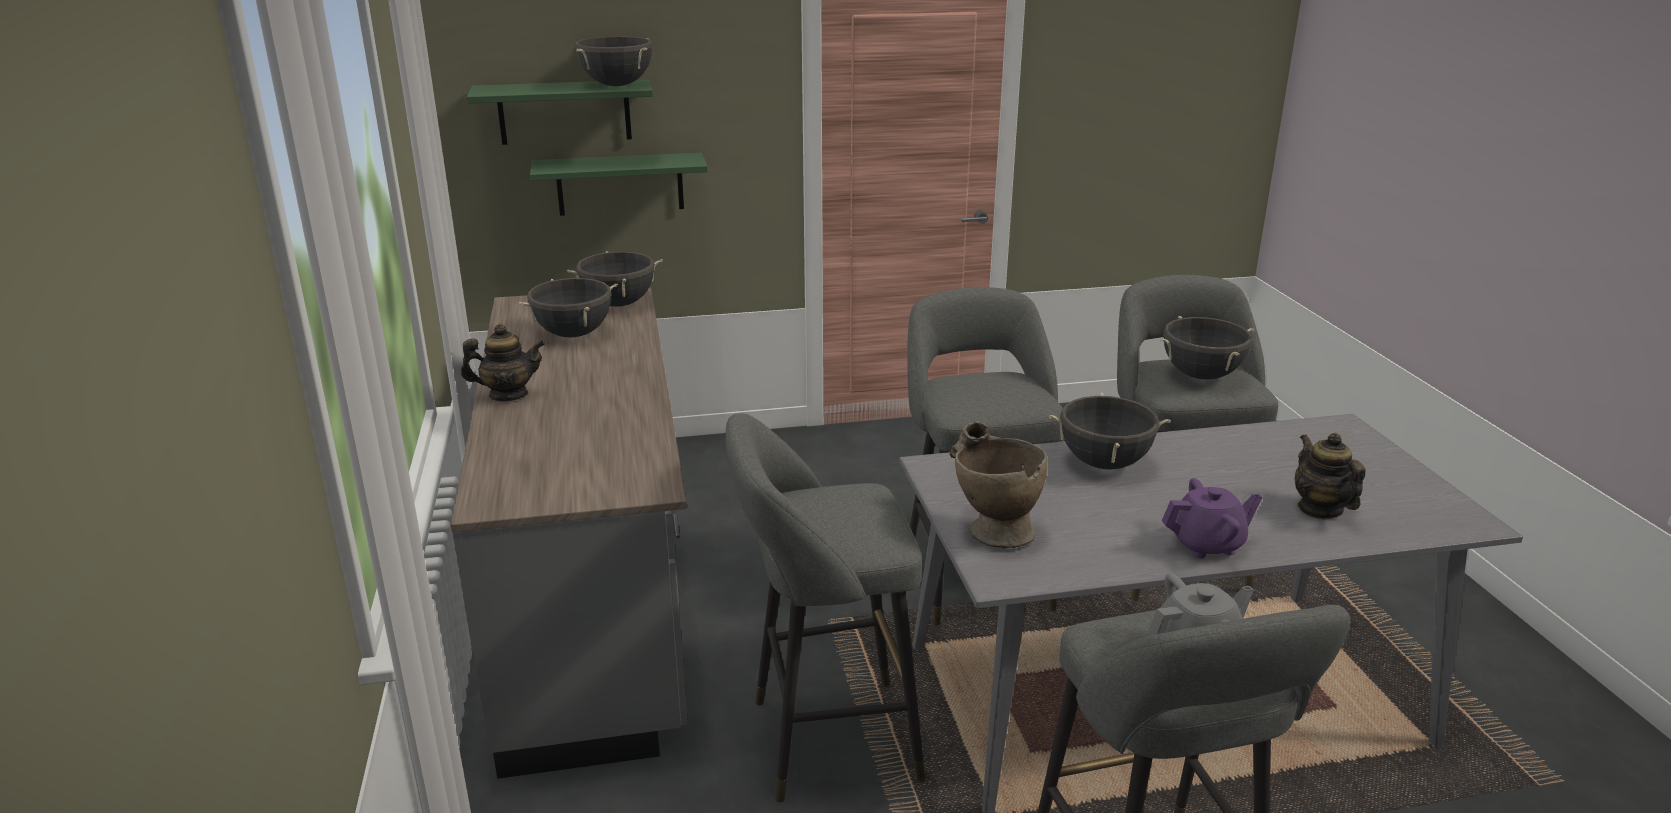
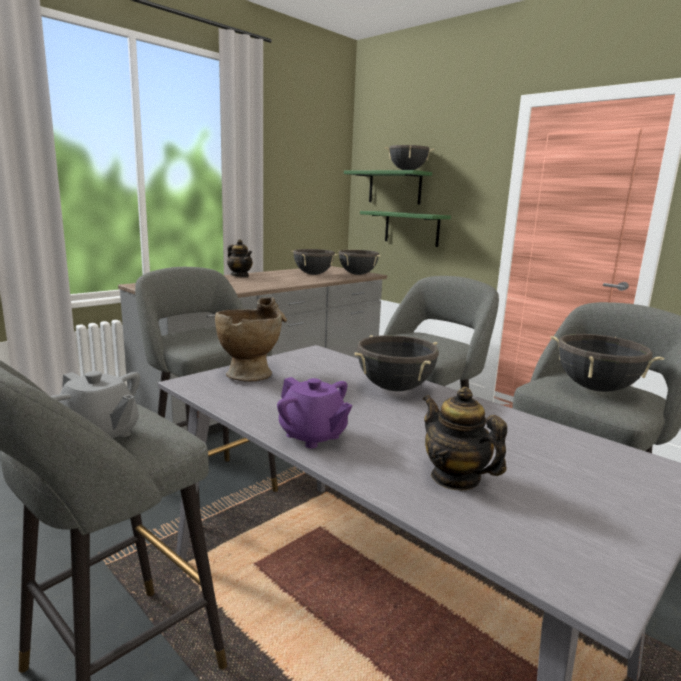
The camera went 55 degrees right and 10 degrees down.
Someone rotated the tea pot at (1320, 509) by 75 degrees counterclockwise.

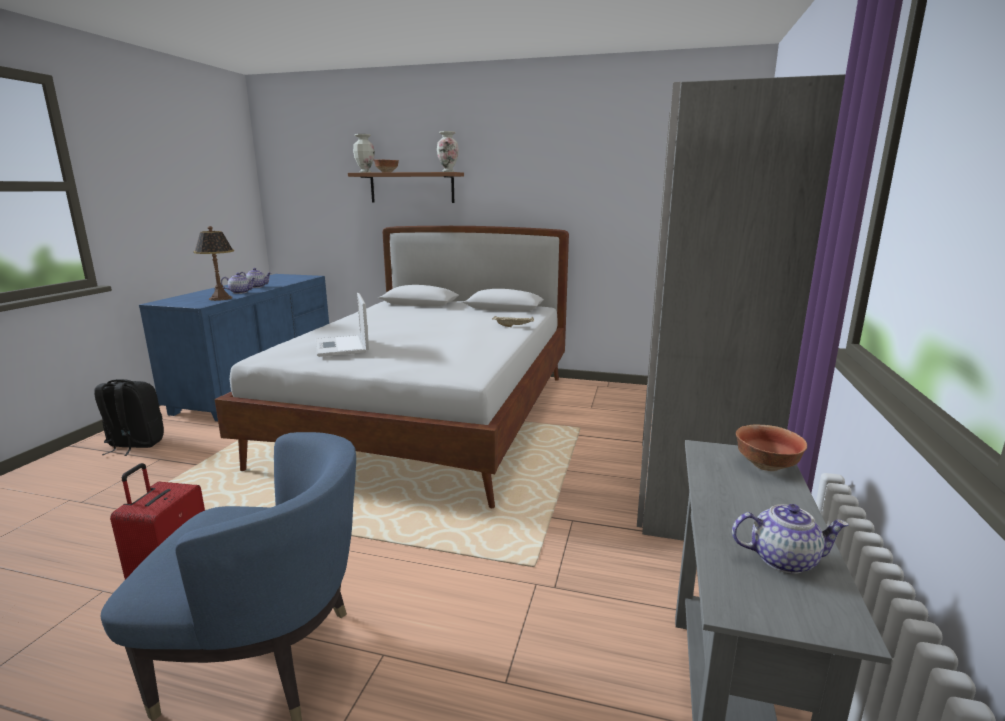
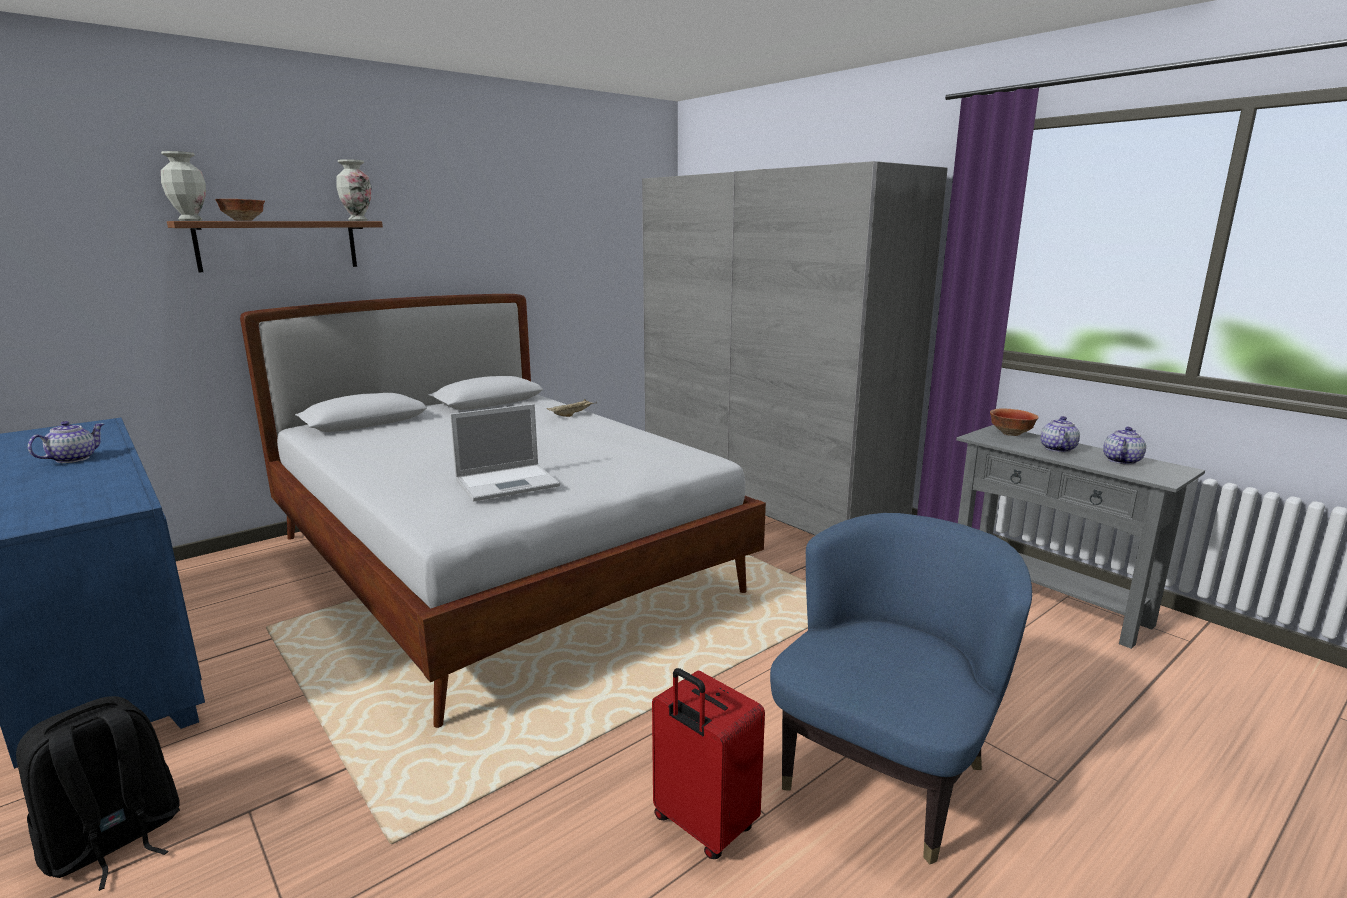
The camera went 55 degrees left and 0 degrees up.
Someone took away the lamp for a table at (221, 298).
Someone carried the tea pot from (240, 292) to (1057, 449).
Someone rotated the portable computer at (342, 346) by 45 degrees counterclockwise.

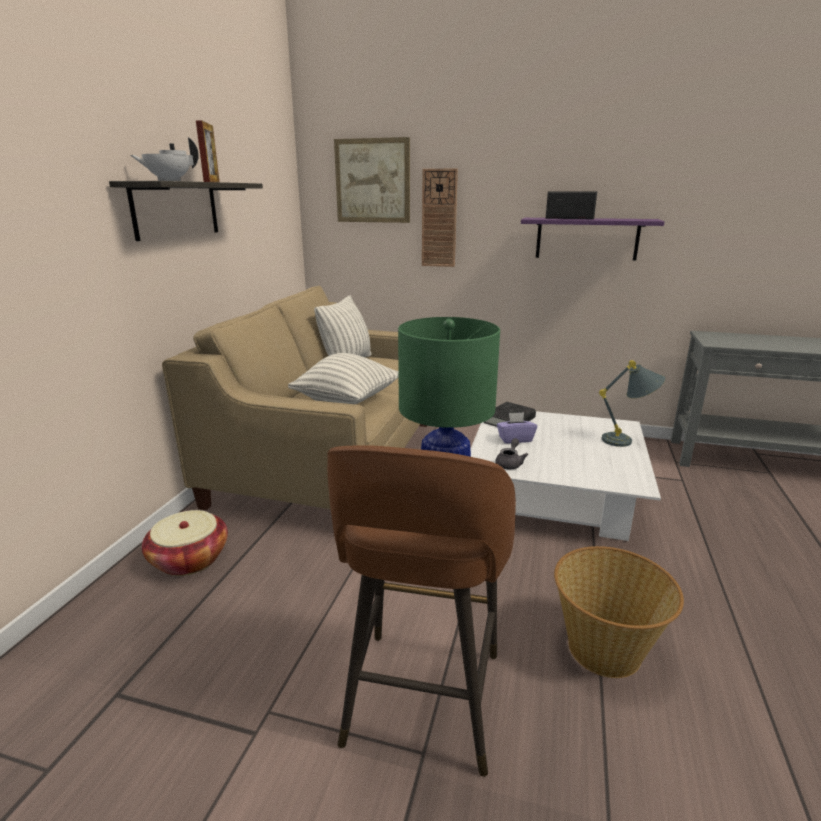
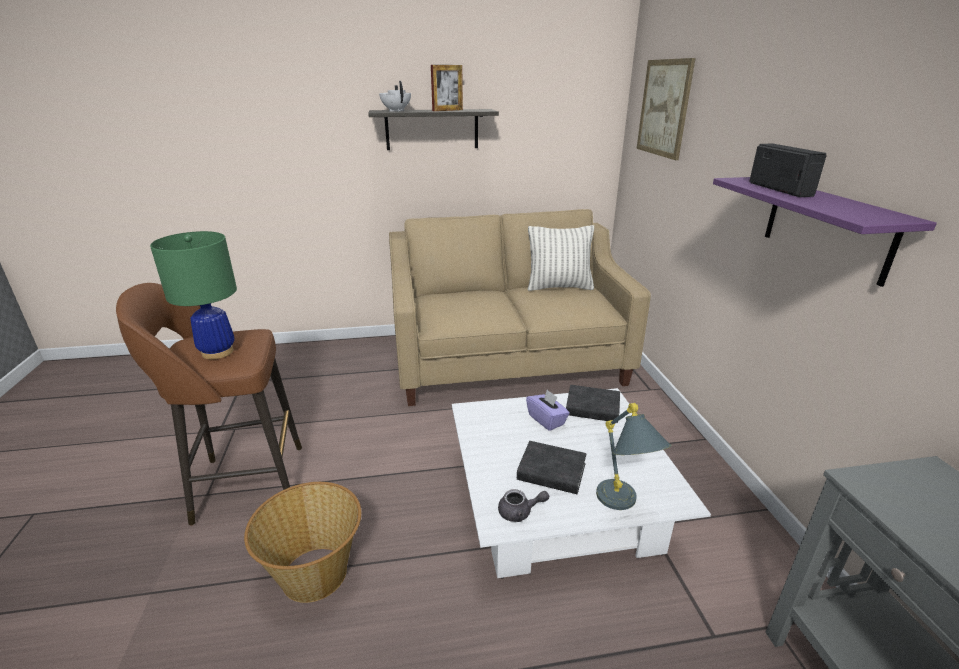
The camera went 65 degrees right and 5 degrees up.
Someone took away the wall clock at (439, 218).
Someone took away the cushion at (347, 401).
Someone carried the gray tea pot from (510, 463) to (520, 512).
Someone took away the storage basket at (189, 559).
Someone put down the blackish bound book at (551, 472).

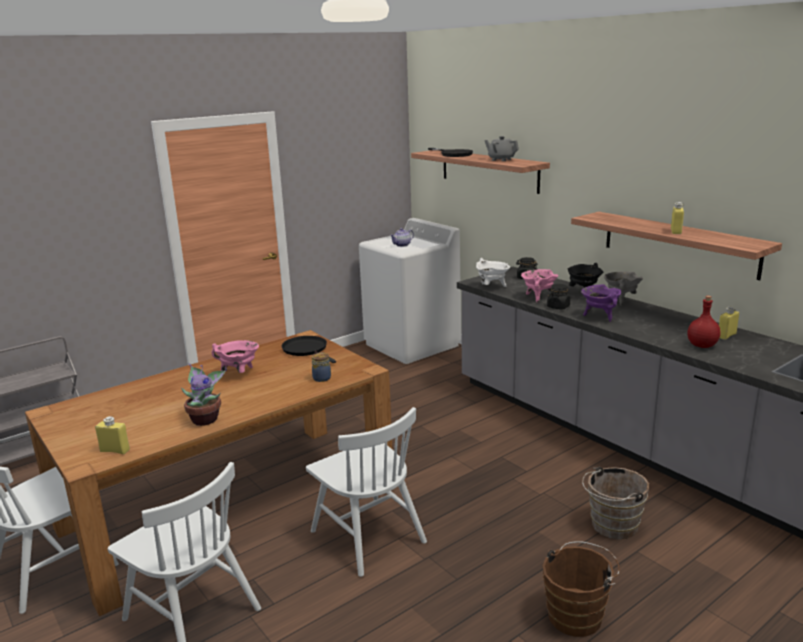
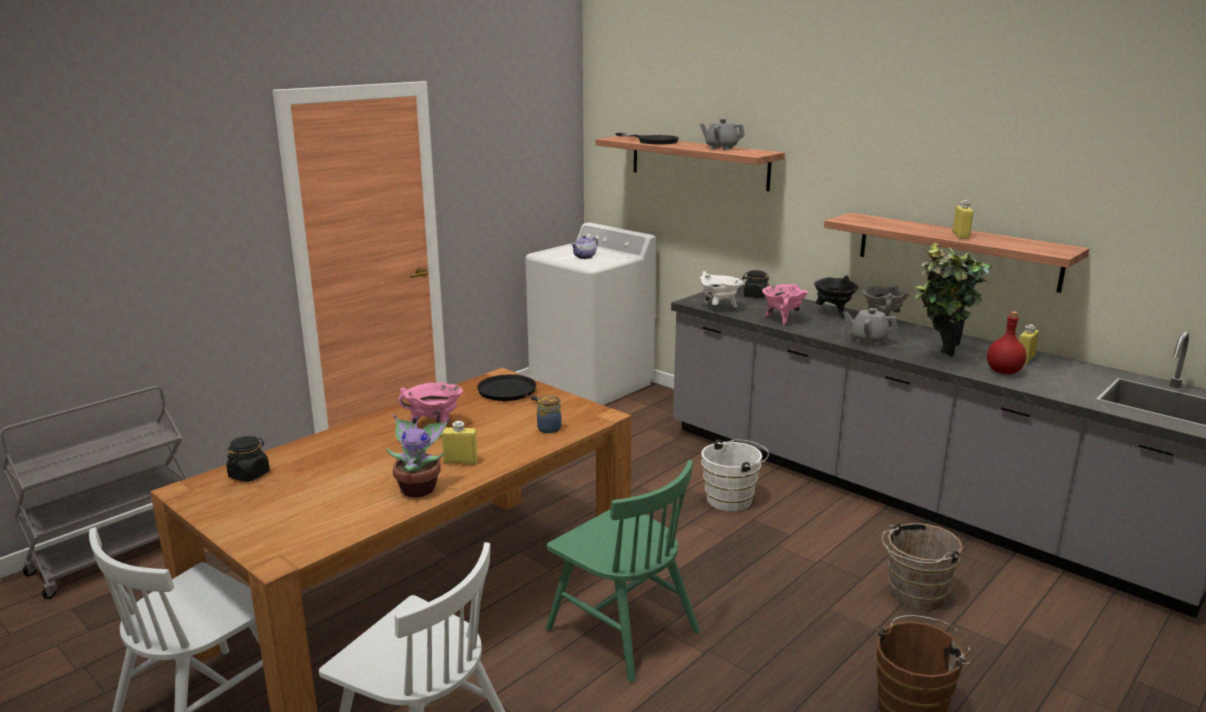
The camera went 10 degrees left and 0 degrees up.
Someone carried the blackish jar from (558, 307) to (249, 475).
Someone swapped the purple cooking pot at (600, 316) for the gray tea pot at (868, 340).
Someone repainted the whitish chair at (368, 536), which became the greenish chair at (622, 630).
Someone carried the yellow-coloured beverage bottle from (115, 450) to (460, 461).
Someone put down the potted plant at (939, 360).
Someone put down the whitish pail at (732, 499).

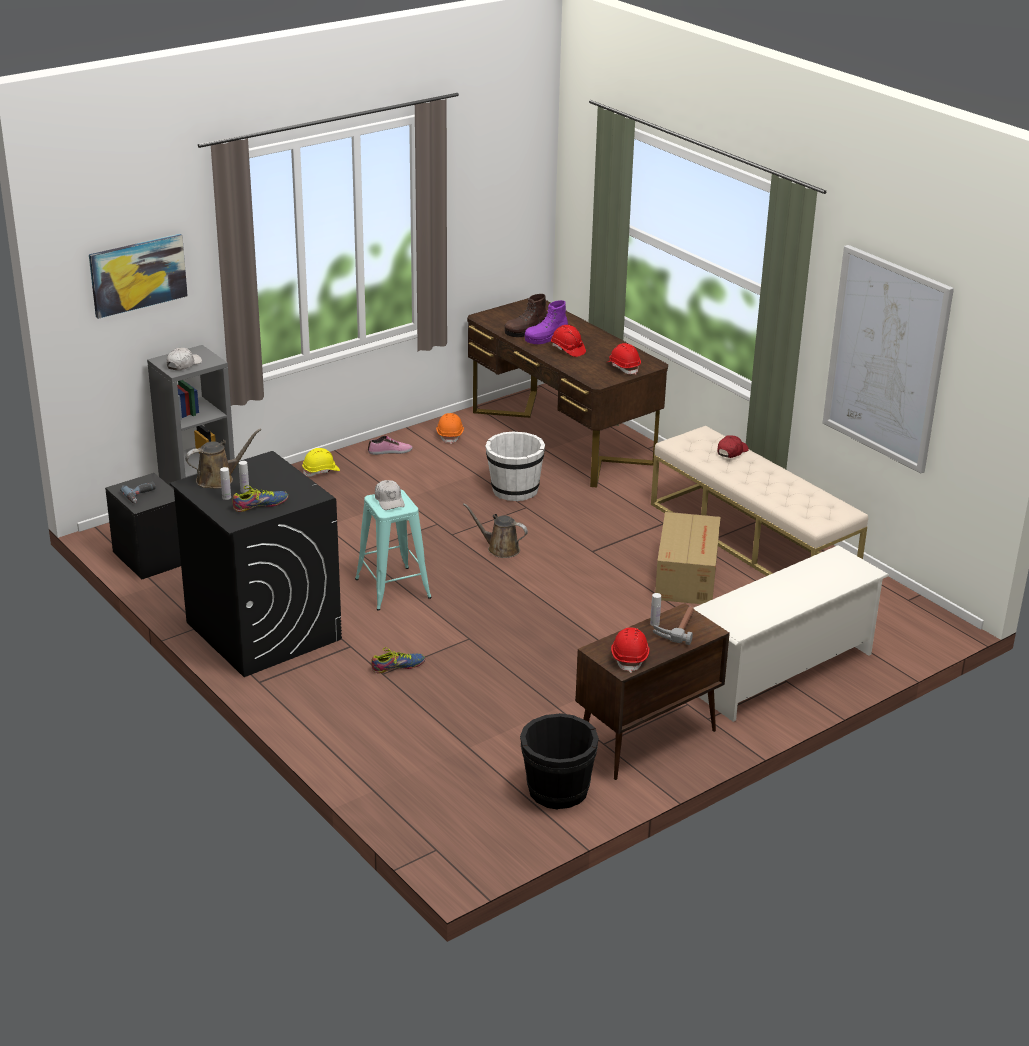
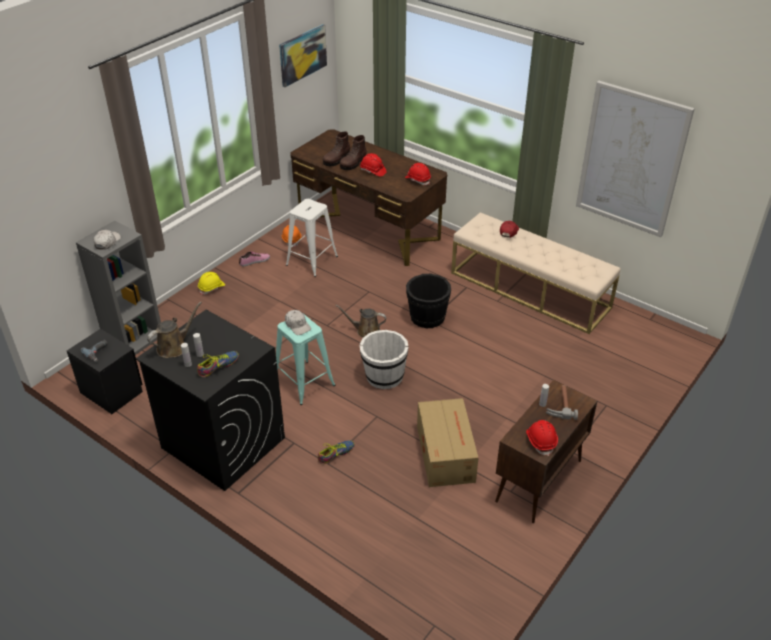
The camera went 15 degrees left and 10 degrees up.
Someone carried the wall picture from (138, 275) to (302, 55).
Someone repainted the purple tall boot at (546, 338), which became the brown tall boot at (353, 163).
Someone carried the whitish pail from (514, 490) to (384, 376).
Someone carried the carton from (687, 575) to (445, 452).
Someone took away the whitish shoe stand at (780, 671).
Someone carried the blackish pail from (557, 791) to (427, 317).
Someone put down the whitish stool seat at (312, 260).

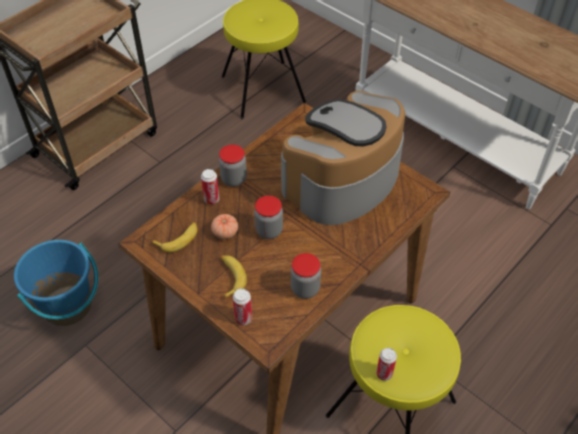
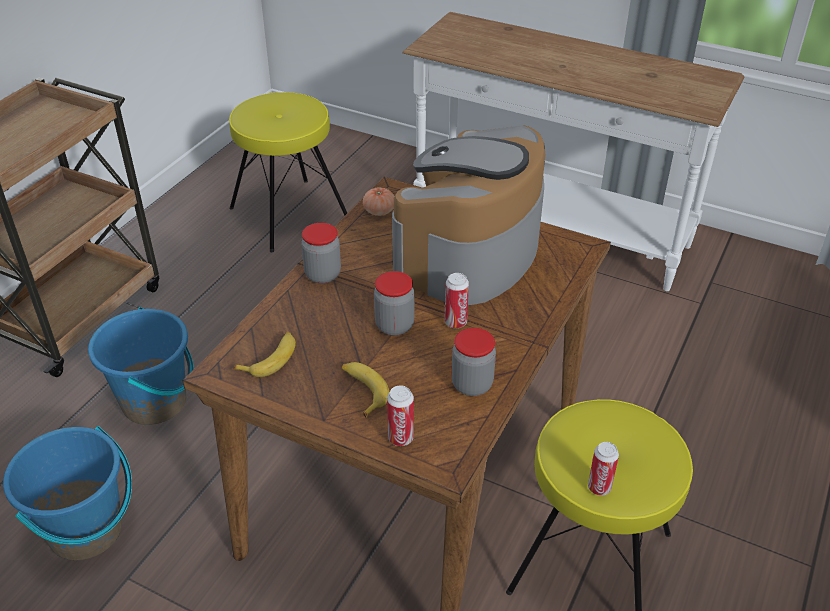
The camera went 15 degrees left and 10 degrees down.
Someone carried the can from (211, 200) to (455, 322).
Someone carried the tomato from (225, 232) to (379, 211).
Someone put down the blue-coloured pail at (155, 402).

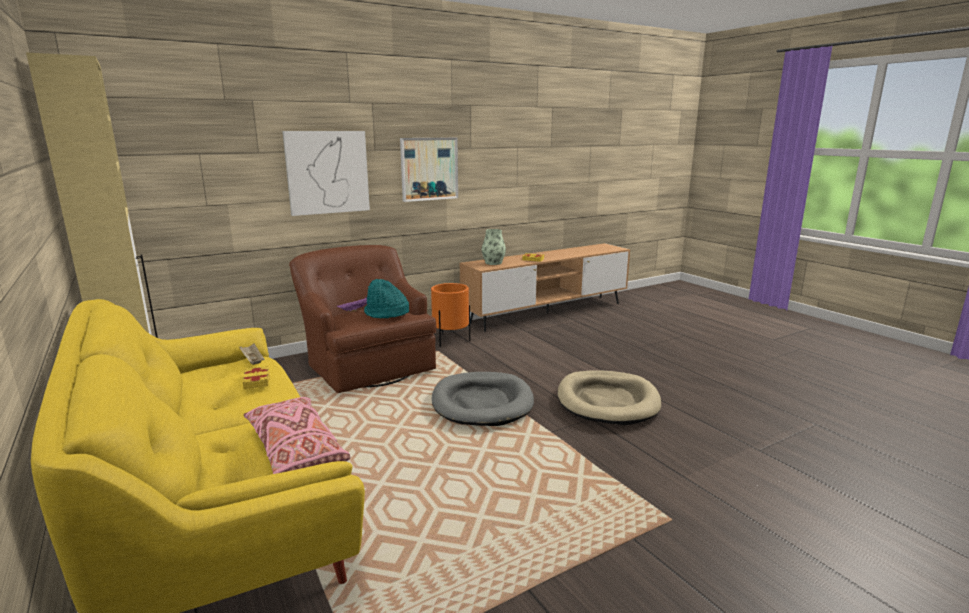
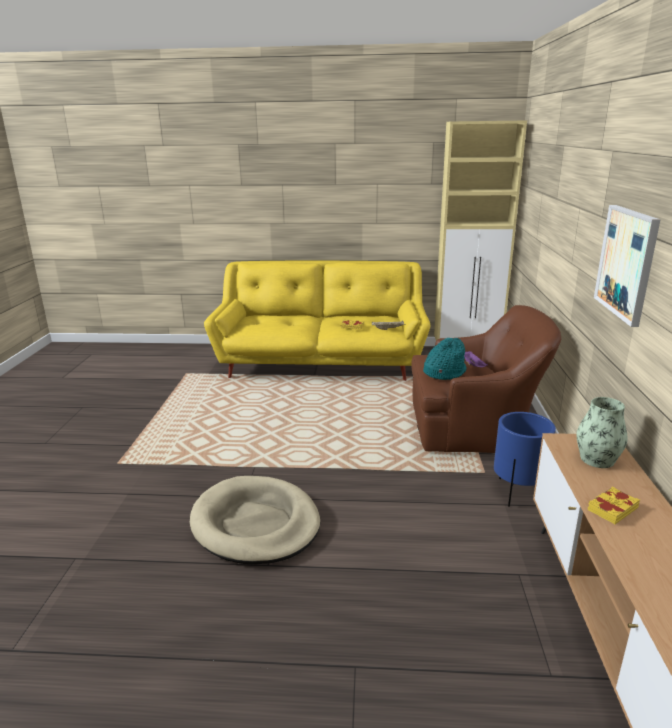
The camera went 125 degrees right and 5 degrees up.
Someone took away the wall picture at (327, 172).
Someone repainted the orange-coloured planter at (451, 340), which became the blue-coloured planter at (517, 492).
Someone took away the gray dog bed at (482, 403).
Someone took away the pink-coloured cushion at (296, 451).

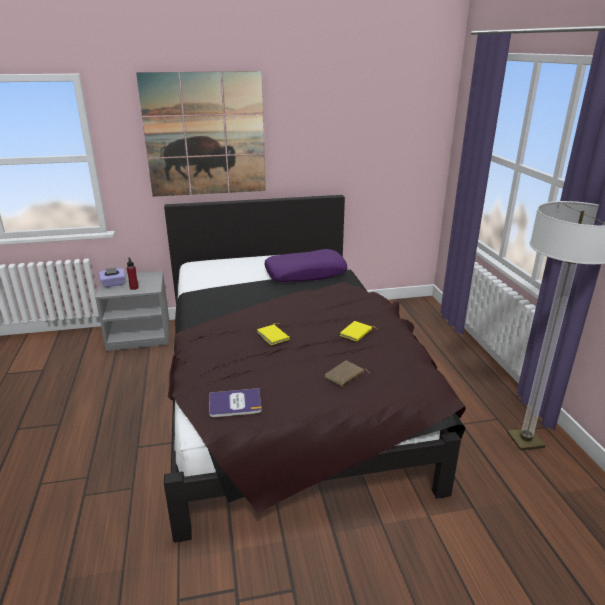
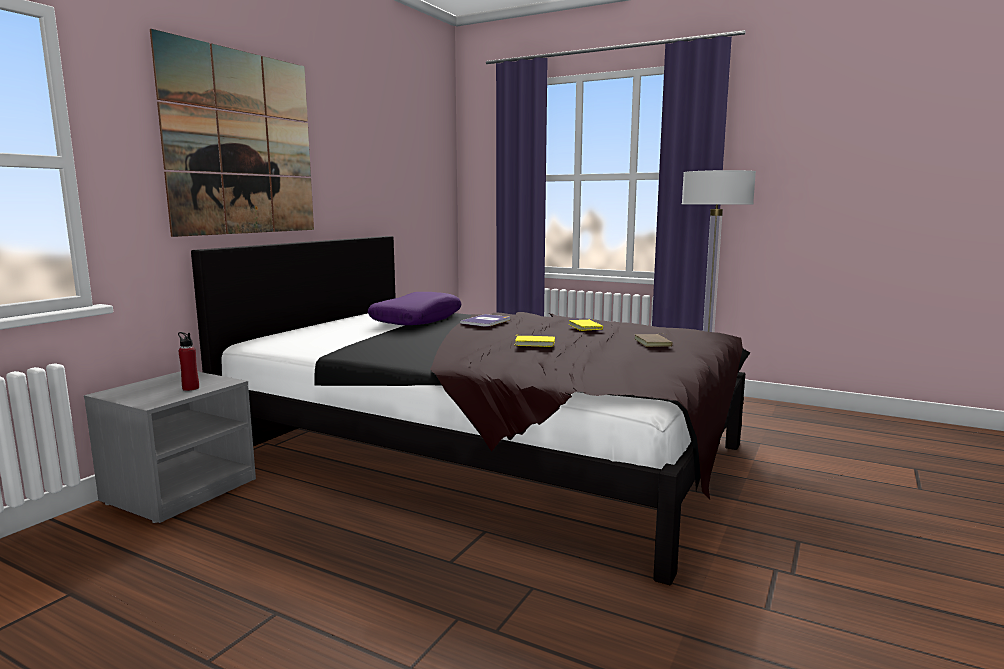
The camera went 50 degrees left and 15 degrees down.
Someone took away the purple tissue holder at (113, 284).
Someone carried the bound book from (235, 403) to (486, 321).

